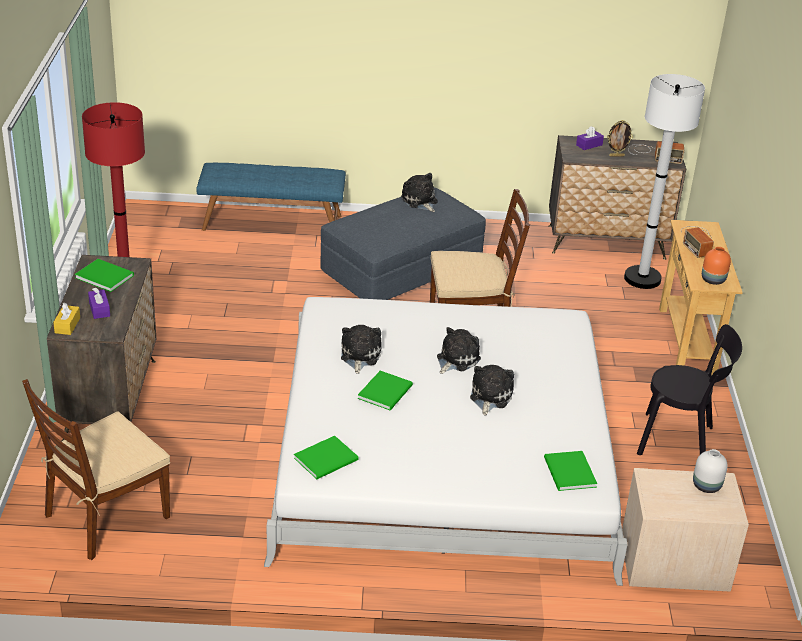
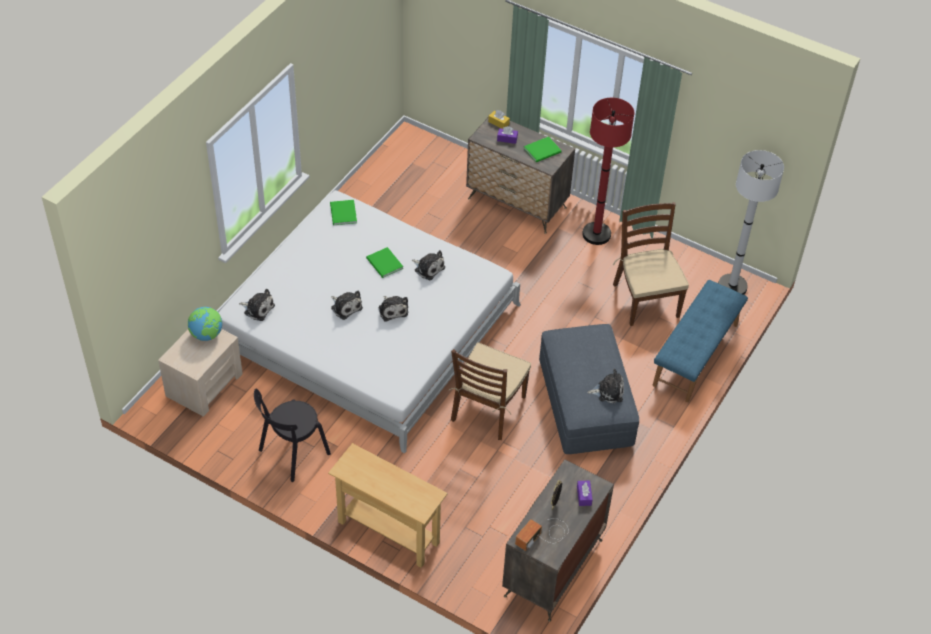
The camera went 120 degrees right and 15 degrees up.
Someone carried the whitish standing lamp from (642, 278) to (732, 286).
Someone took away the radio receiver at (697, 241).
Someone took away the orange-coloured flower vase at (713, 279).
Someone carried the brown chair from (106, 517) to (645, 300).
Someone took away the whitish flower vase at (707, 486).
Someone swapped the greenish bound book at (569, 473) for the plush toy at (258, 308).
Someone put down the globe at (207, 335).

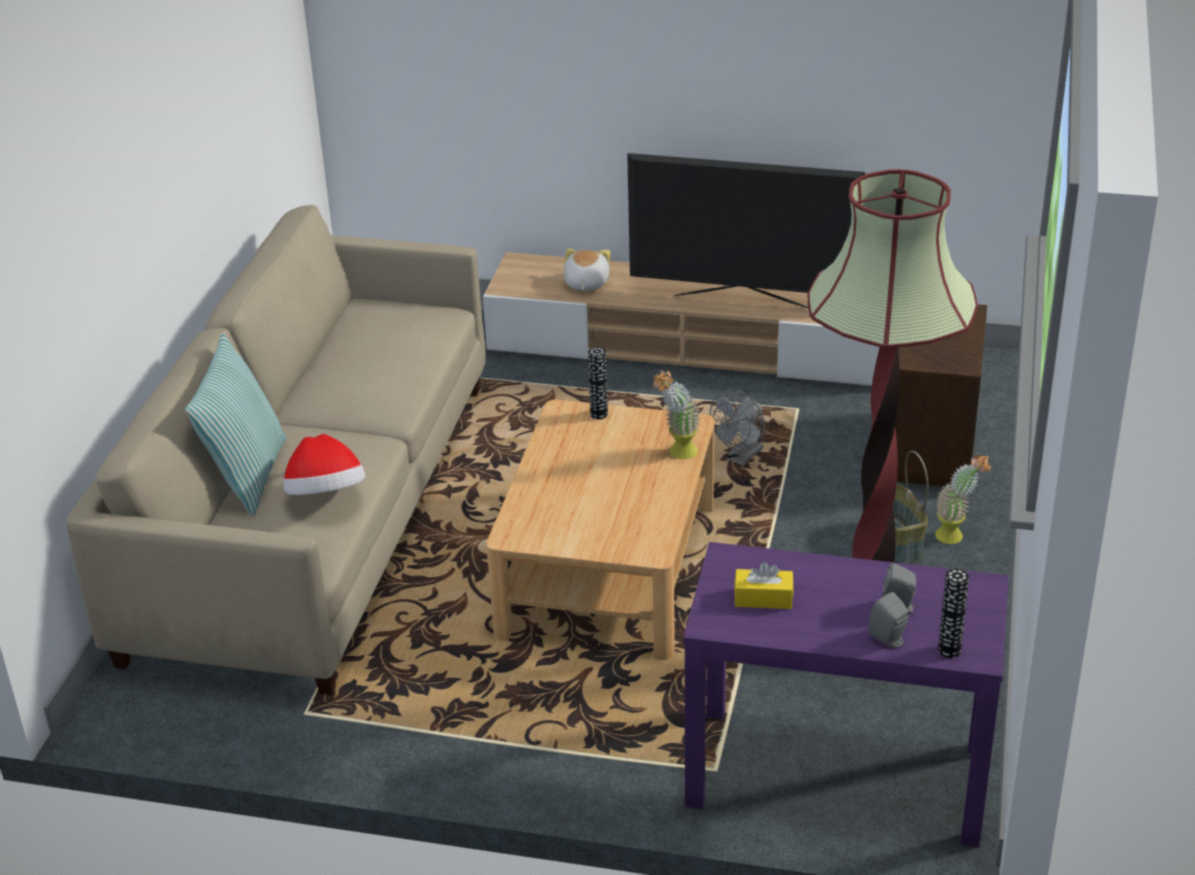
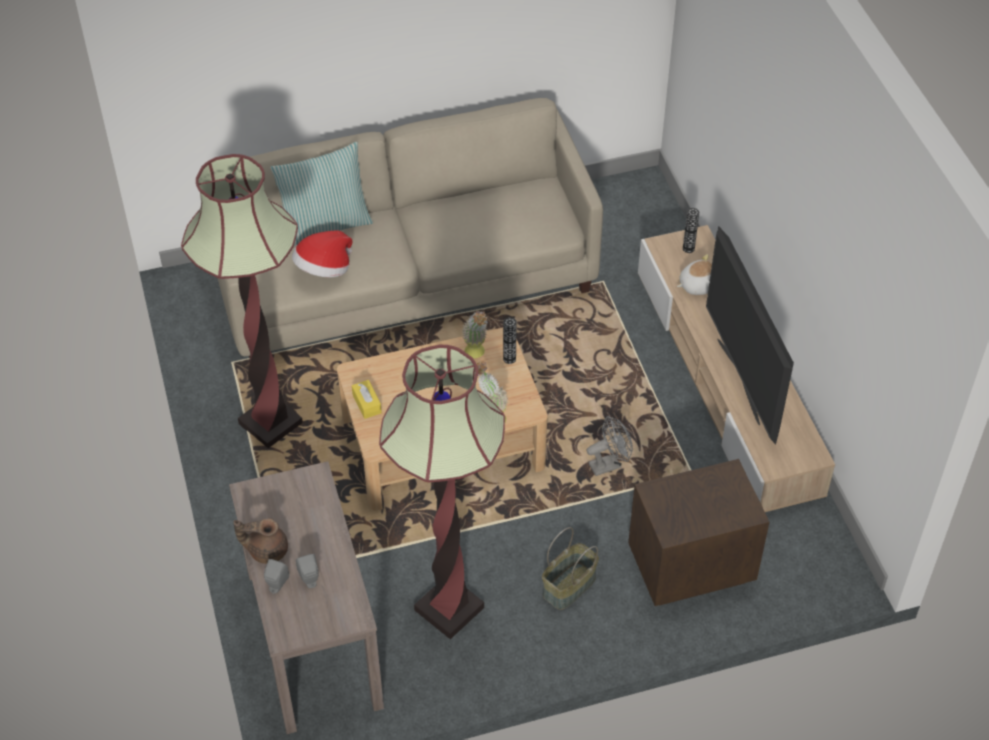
The camera went 60 degrees right and 15 degrees up.
Someone rotated the gray cooling fan at (741, 458) by 150 degrees clockwise.
Someone carried the potted plant from (956, 536) to (476, 354).
Someone repainted the purple narrow table at (836, 775), which became the brown narrow table at (313, 637).
Someone carried the yellow-coloured tissue holder from (763, 598) to (367, 404).
Someone carried the flower vase from (949, 650) to (688, 248).
Someone put down the standing lamp at (271, 423).
Someone put down the brown tea pot at (266, 550).

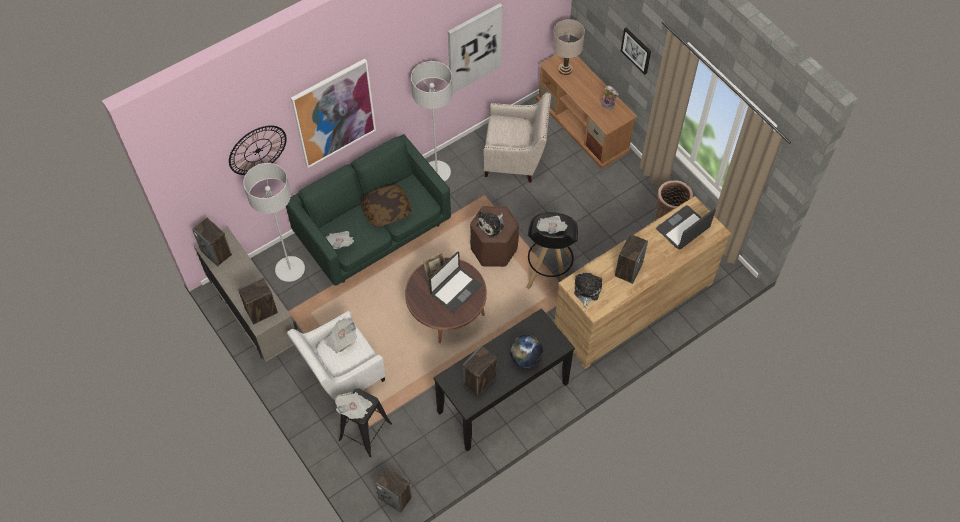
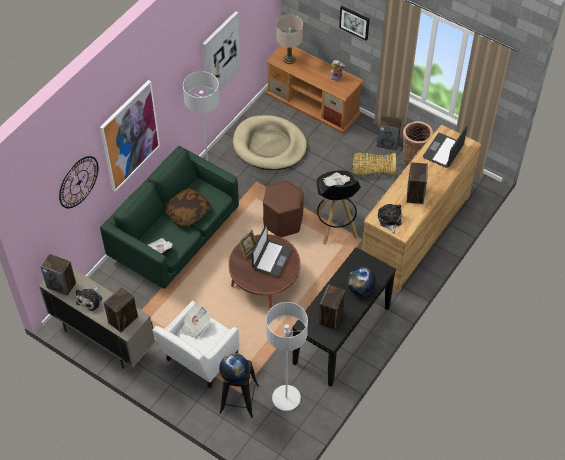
The camera went 20 degrees left and 5 degrees down.
Someone swapped the beige lounge chair at (515, 158) for the beige dog bed at (269, 145).
Someone carried the gray standing lamp from (290, 269) to (286, 398).
Someone carried the plush toy from (491, 225) to (90, 299).
Someone swapped the printed paper at (354, 409) for the globe at (234, 375).
Someone carried the loudspeaker from (395, 497) to (388, 143).
Someone put down the storage basket at (373, 170).

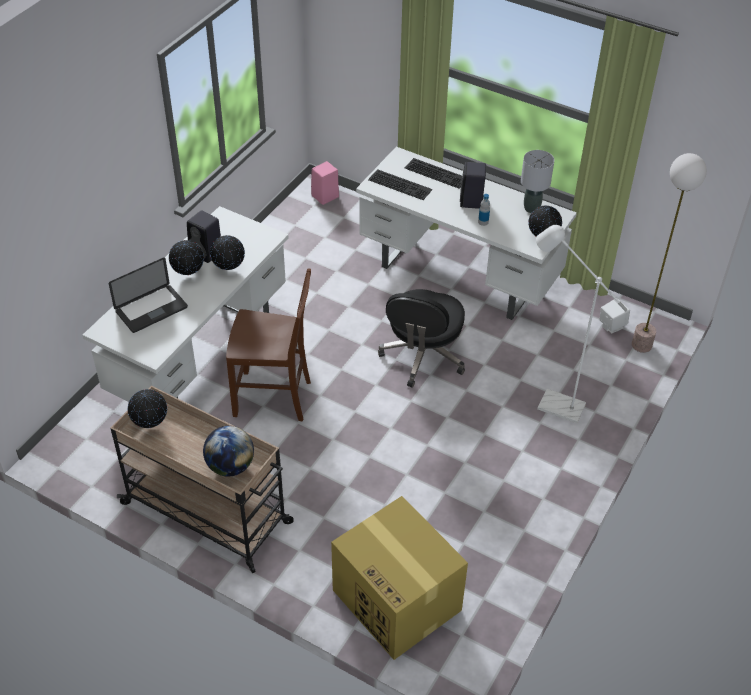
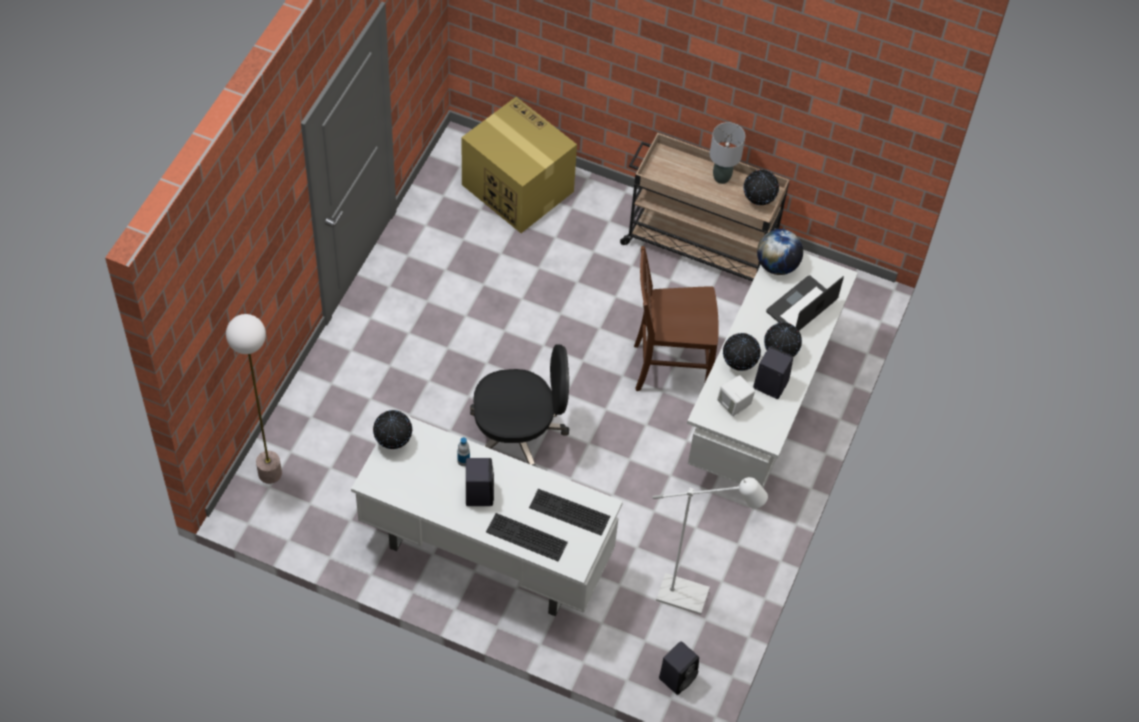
The camera went 170 degrees right and 10 degrees up.
Someone carried the gray lamp for a table from (531, 208) to (721, 177).
Someone repainted the pink-coloured loudspeaker at (324, 197), which became the blackish loudspeaker at (678, 676).
Someone carried the whitish standing lamp from (553, 404) to (692, 597).
Someone rotated the blackish computer chair at (423, 356) by 75 degrees clockwise.
Someone carried the whitish loudspeaker from (611, 325) to (734, 405).
Someone carried the globe from (230, 466) to (777, 265).

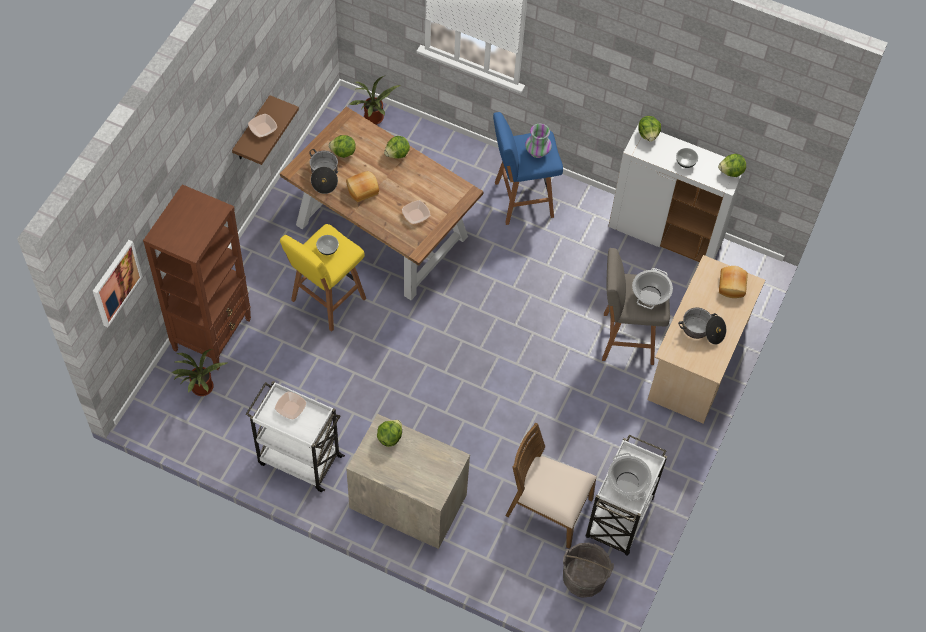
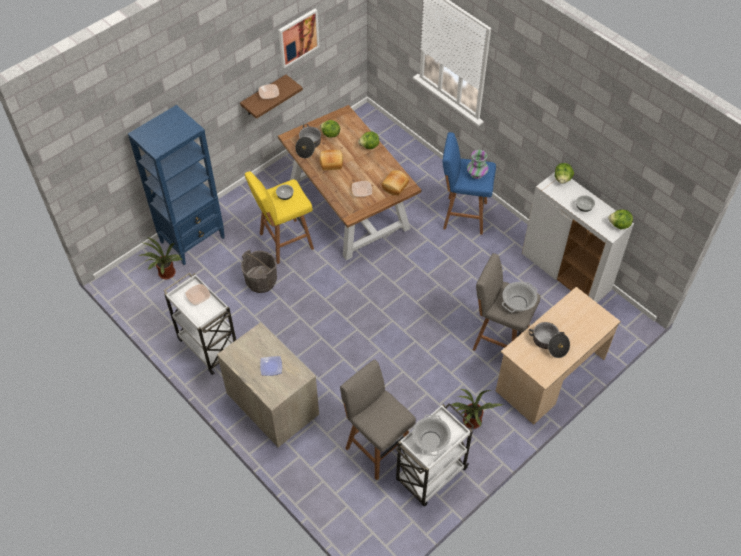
The camera went 25 degrees right and 5 degrees down.
Someone carried the potted plant from (374, 120) to (471, 423).
Someone repainted the brown bookcase at (213, 334), which became the blue-coloured bookcase at (193, 239).
Someone carried the wall picture from (116, 282) to (298, 37).
Someone carried the bread from (732, 286) to (395, 186).
Someone took away the head of lettuce at (389, 437).
Someone swapped the brown chair at (548, 508) for the gray stool seat at (377, 446).
Someone carried the gray pail from (583, 579) to (261, 281).
Someone put down the flat dish at (271, 366).

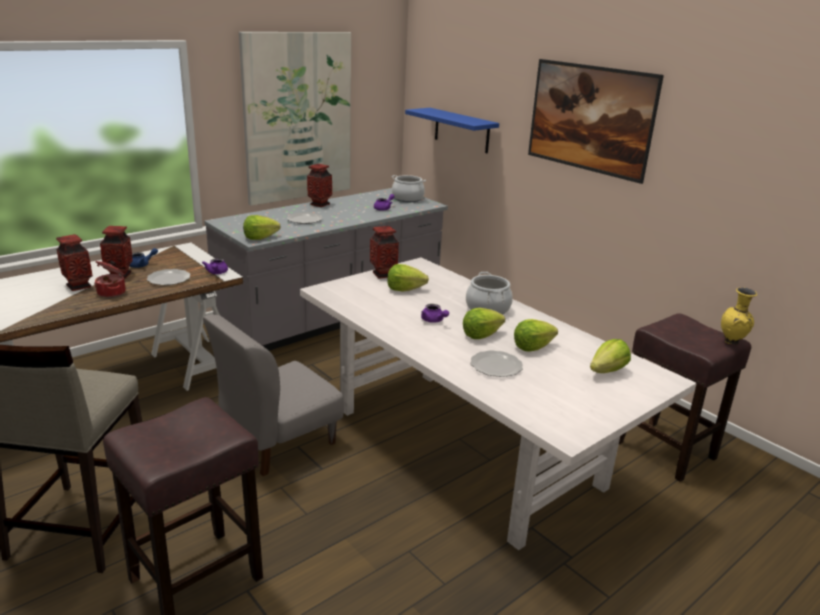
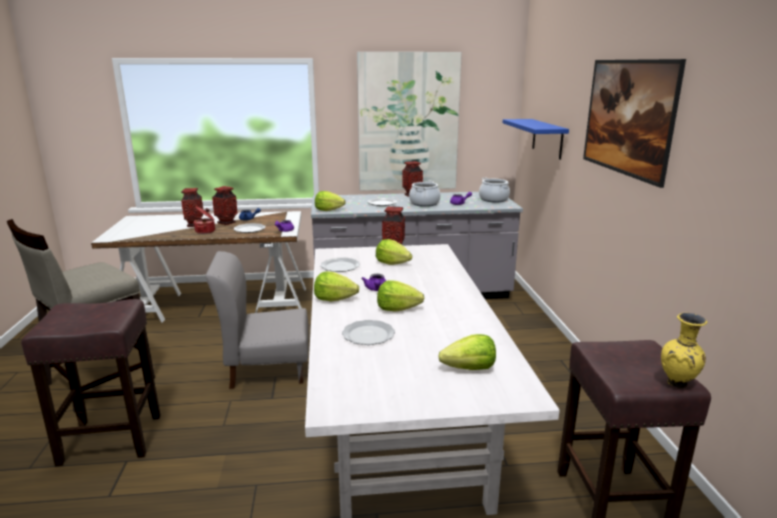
The camera went 35 degrees right and 5 degrees down.
Someone carried the cooking pot from (487, 308) to (424, 203).
Someone carried the head of lettuce from (532, 347) to (334, 299).
Someone put down the flat dish at (340, 266).

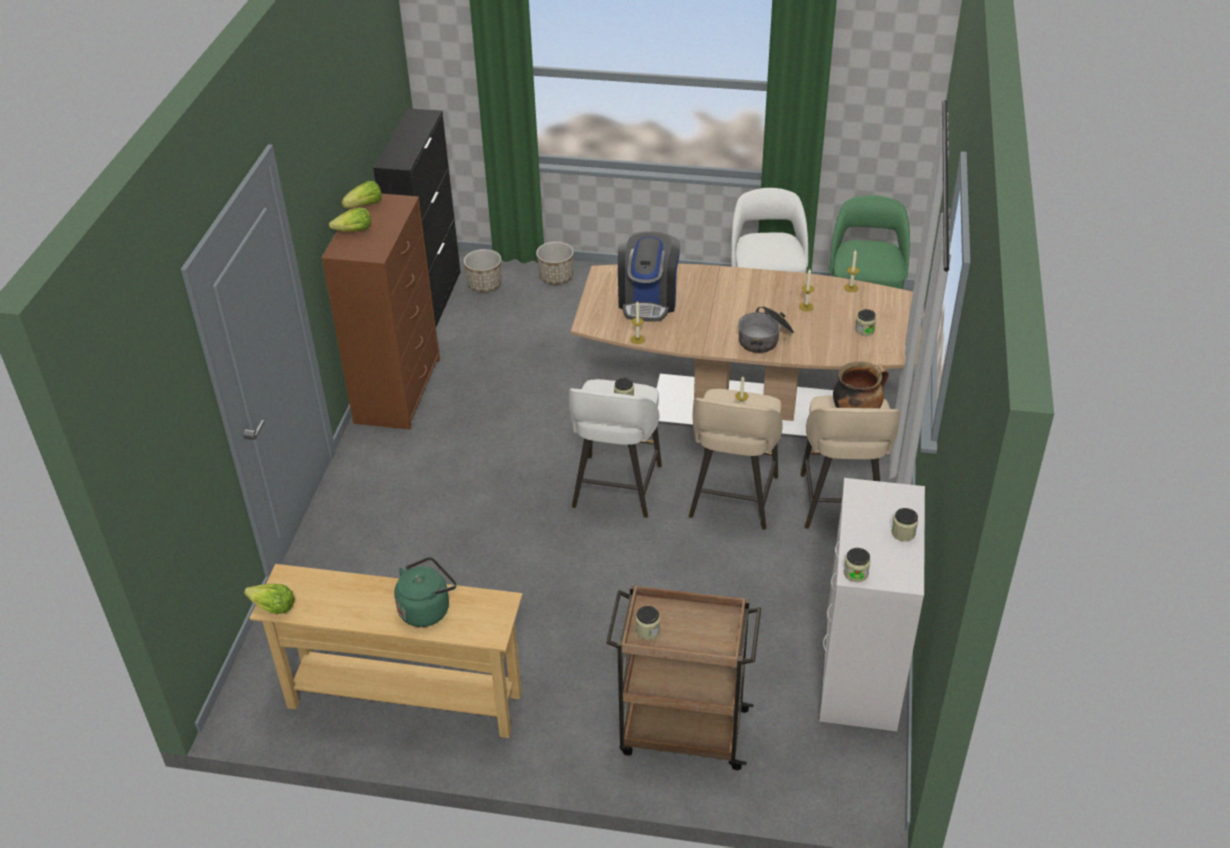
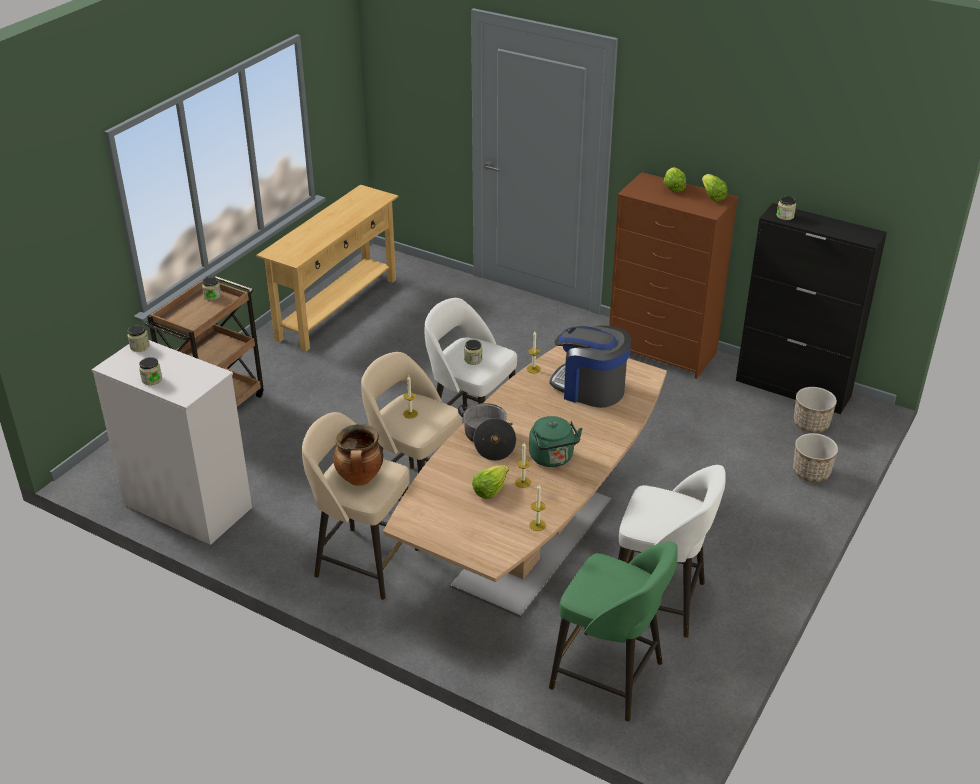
The camera went 110 degrees right and 5 degrees down.
Someone carried the jar from (864, 330) to (785, 216).
Someone carried the greenish tea kettle from (427, 609) to (553, 458).
Someone carried the head of lettuce from (272, 607) to (490, 489).

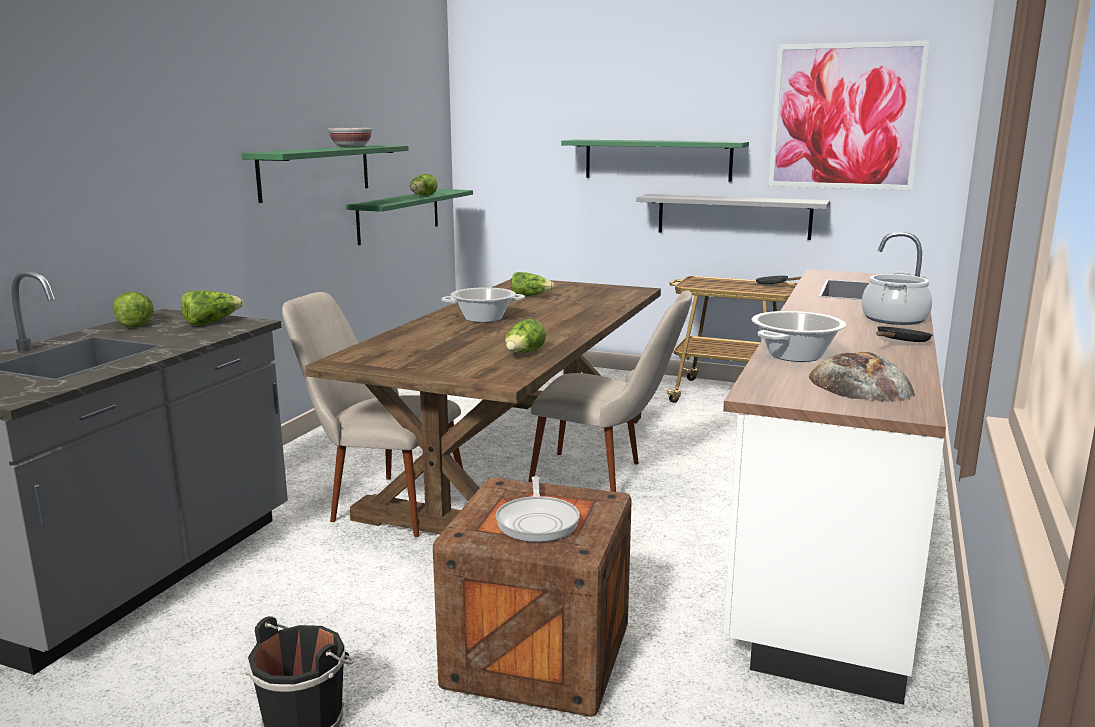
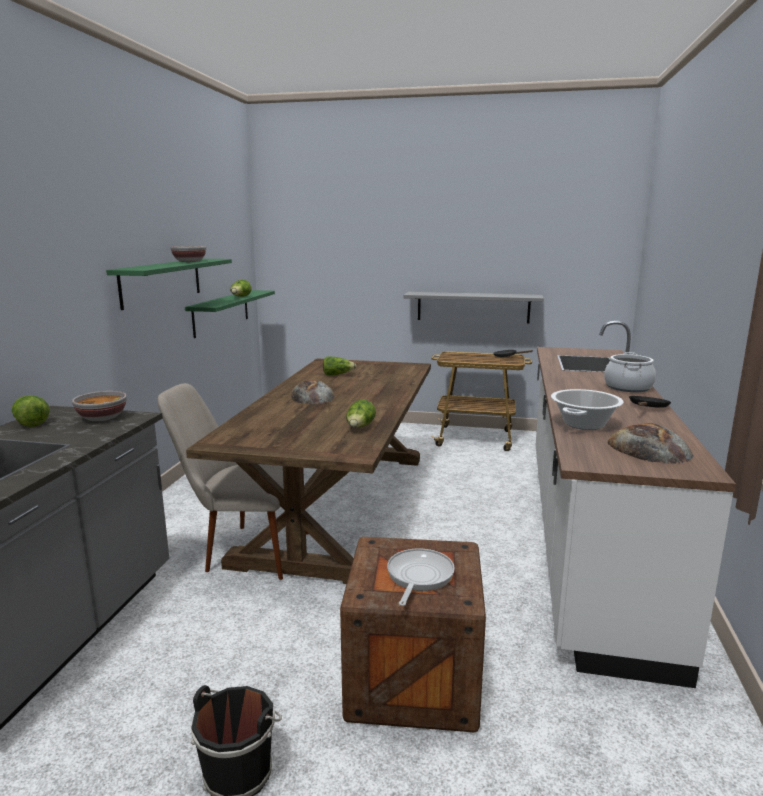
The camera went 10 degrees left and 0 degrees up.
Someone took away the wall picture at (845, 117).
Someone took away the greenish wall shelf at (657, 160).
Someone swapped the cooking pot at (483, 319) for the bread at (312, 396).
Someone took away the beige chair at (606, 479).
Someone swapped the head of lettuce at (211, 322) for the serving bowl at (101, 417).
Someone rotated the frying pan at (538, 522) by 150 degrees counterclockwise.

